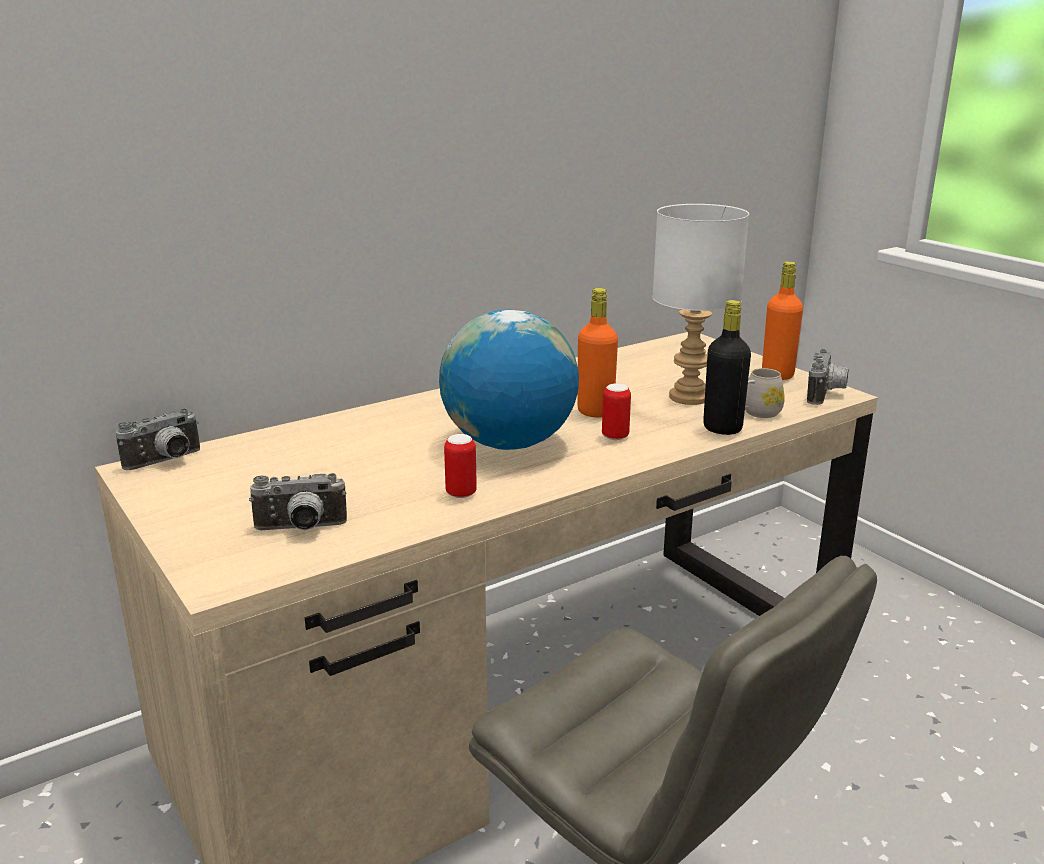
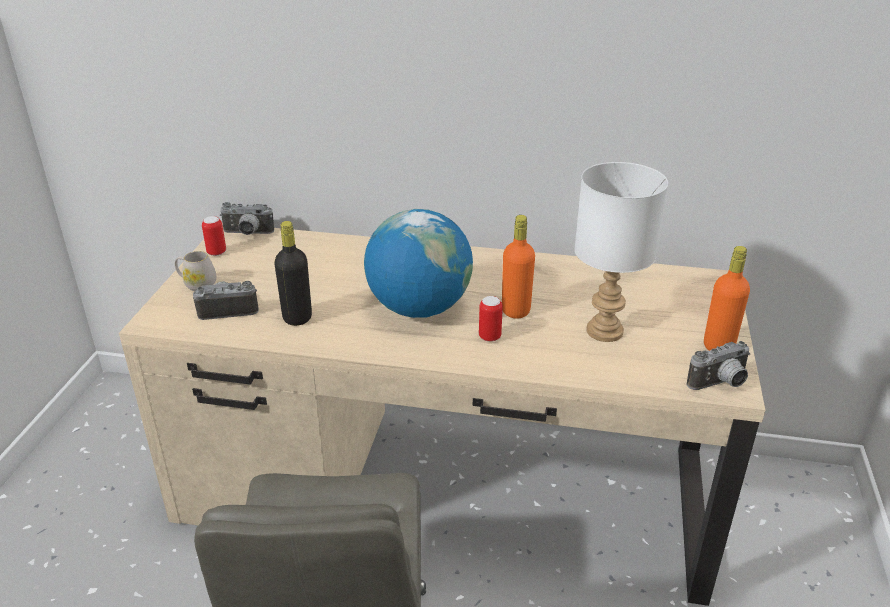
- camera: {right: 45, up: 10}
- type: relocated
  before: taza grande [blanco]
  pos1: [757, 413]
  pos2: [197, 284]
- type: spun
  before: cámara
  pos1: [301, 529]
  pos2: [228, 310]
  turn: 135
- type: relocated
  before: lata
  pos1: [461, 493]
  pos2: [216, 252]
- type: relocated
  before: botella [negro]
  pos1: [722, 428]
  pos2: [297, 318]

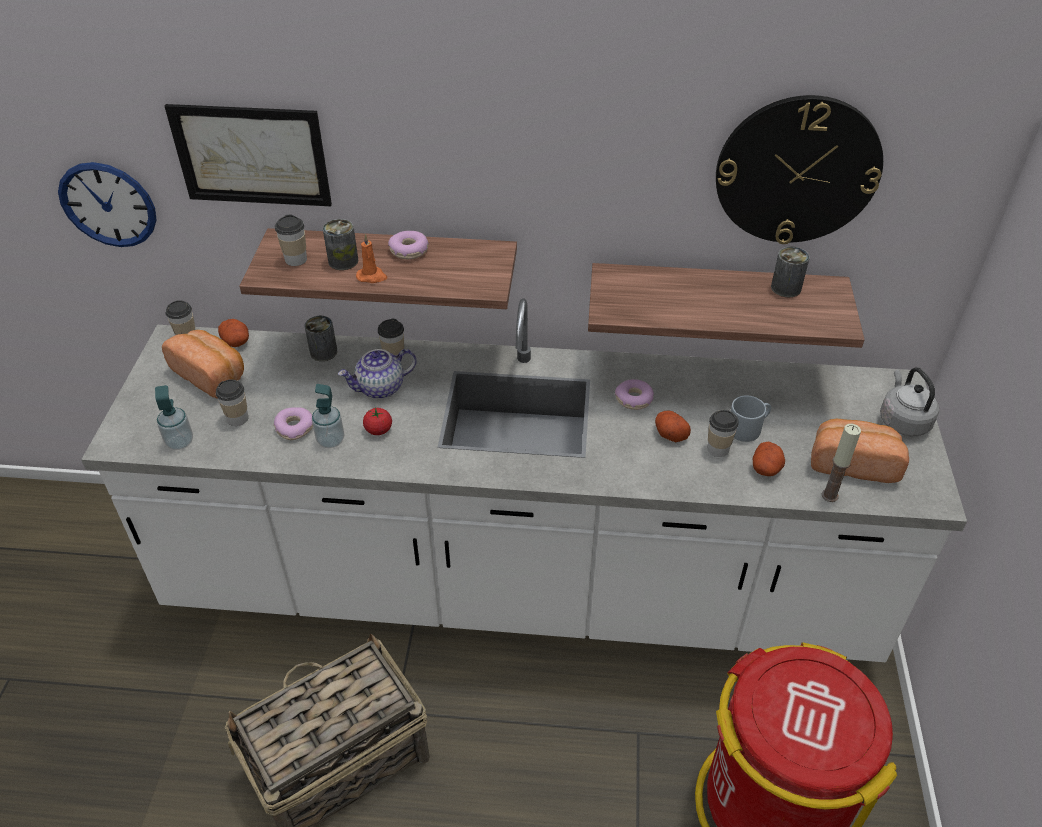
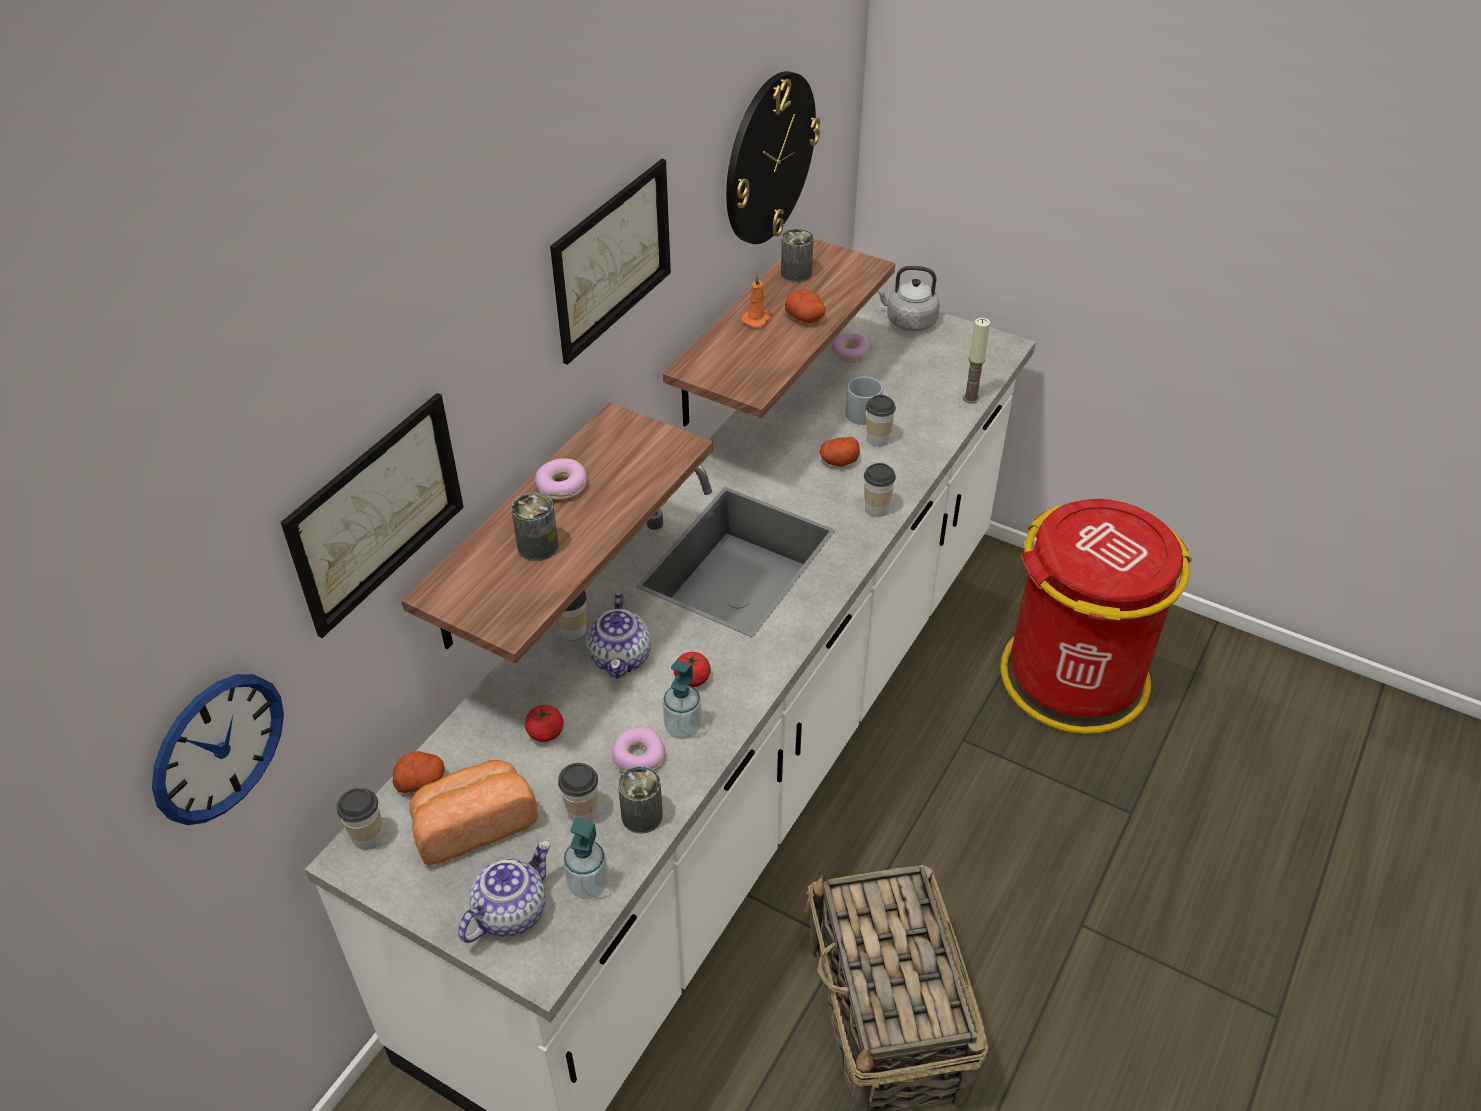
- camera: {right: -65, up: 0}
- type: appeared
  after: tetera
  pos2: [510, 911]
- type: appeared
  after: tomate
  pos2: [545, 733]
- type: appeared
  after: cuadro
  pos2: [612, 259]
- type: relocated
  before: lata
  pos1: [323, 352]
  pos2: [642, 816]
- type: relocated
  before: vela [naranja]
  pos1: [372, 276]
  pos2: [757, 319]
- type: relocated
  before: patata
  pos1: [766, 468]
  pos2: [806, 318]
- type: relocated
  before: rosquilla
  pos1: [634, 399]
  pos2: [850, 354]
- type: relocated
  before: taza
  pos1: [296, 259]
  pos2: [876, 508]
- type: missing
  before: pan
  pos1: [853, 462]

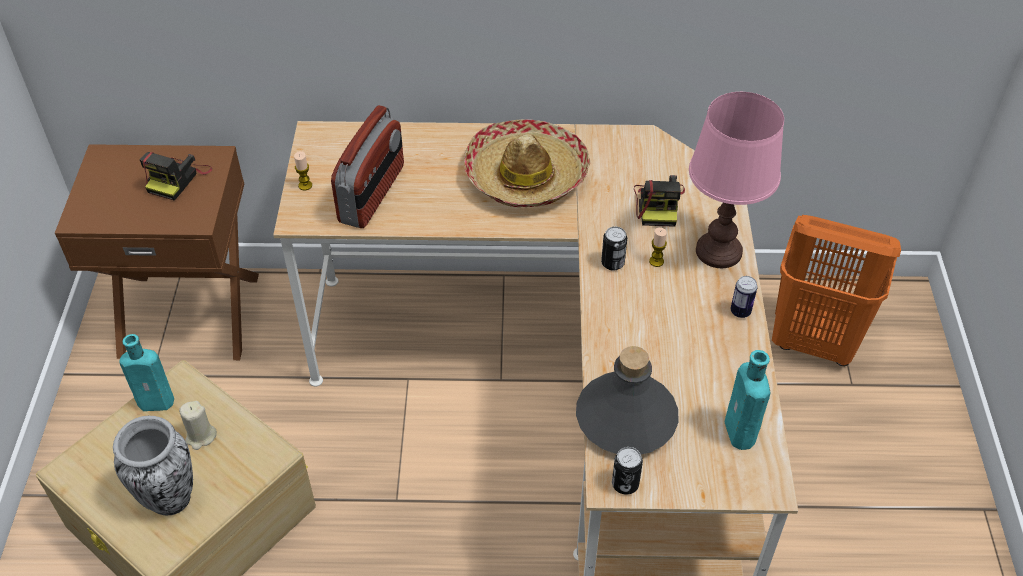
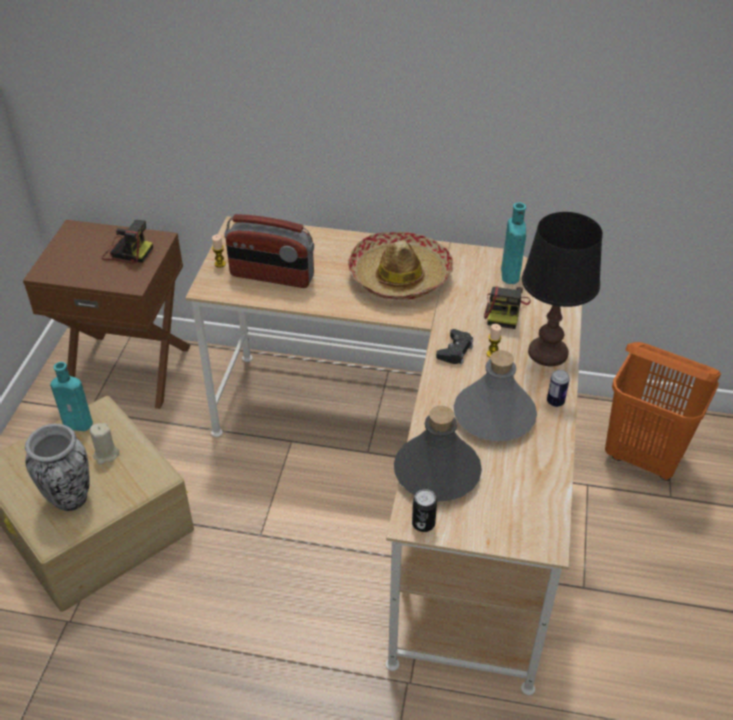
- camera: {right: 10, up: -5}
- type: spun
  before: cámara
  pos1: [178, 179]
  pos2: [127, 251]
  turn: -105
- type: spun
  before: radio
  pos1: [372, 194]
  pos2: [271, 276]
  turn: 75
- type: exchanged
  before: lata
  after: mando de consola [negro]
  pos1: [612, 263]
  pos2: [455, 351]
- type: appeared
  after: botella [gris]
  pos2: [494, 416]
- type: relocated
  before: botella [turquesa]
  pos1: [741, 434]
  pos2: [510, 276]
- type: colour
  before: lámpara de mesa [rosa]
  after: lámpara de mesa [negro]
  pos1: [719, 251]
  pos2: [548, 353]

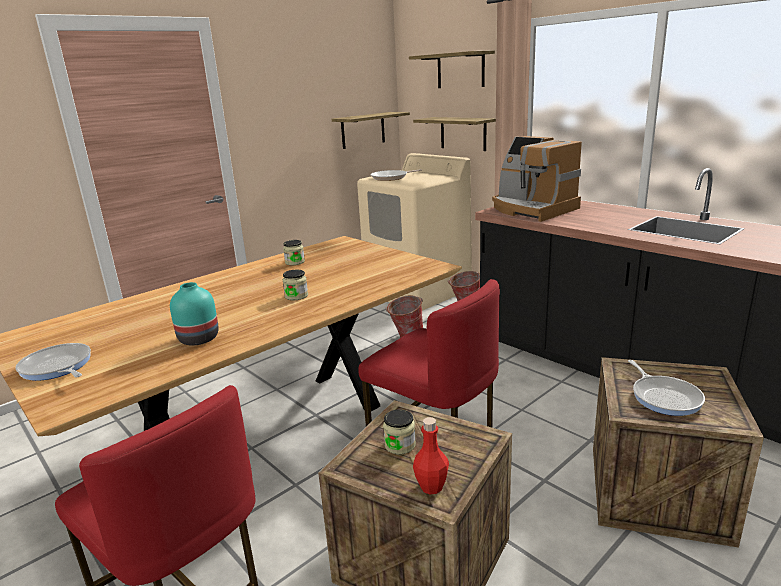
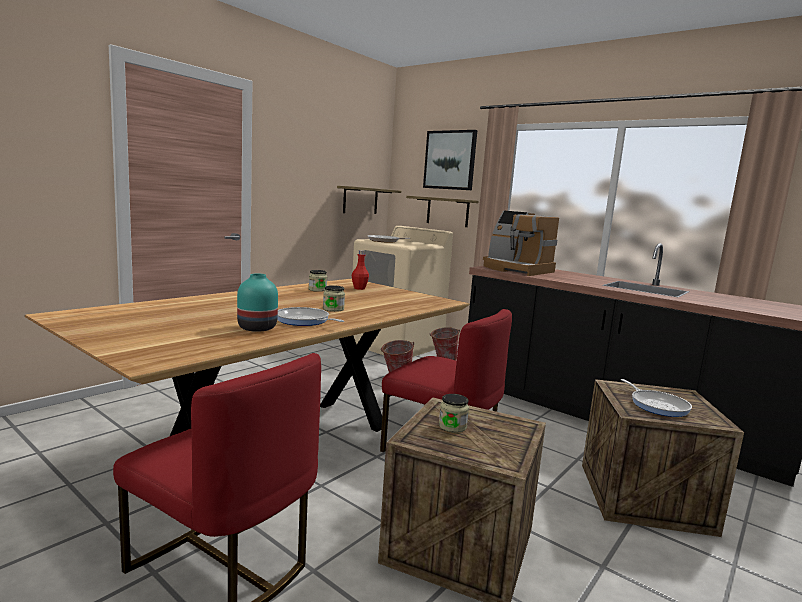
- camera: {right: -10, up: -10}
- type: relocated
  before: sartén
  pos1: [57, 367]
  pos2: [304, 321]
- type: relocated
  before: botella [rojo]
  pos1: [431, 486]
  pos2: [359, 288]
- type: exchanged
  before: estante
  after: cuadro
  pos1: [460, 70]
  pos2: [450, 160]

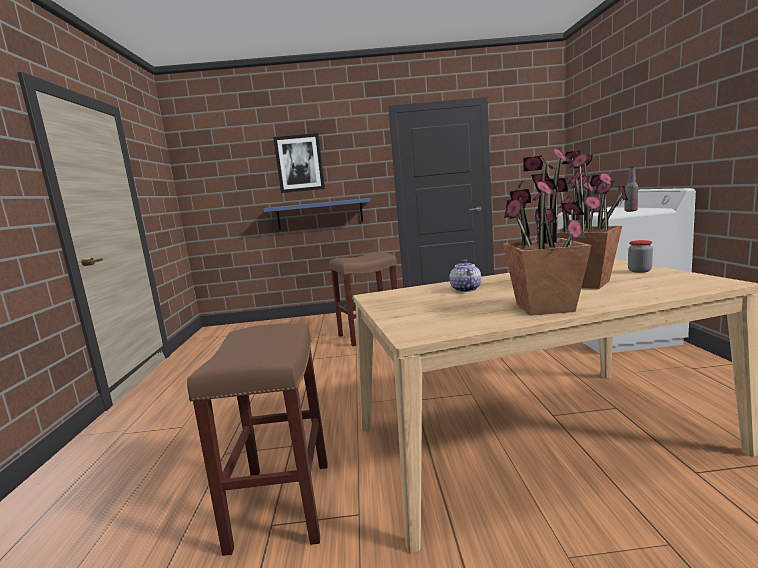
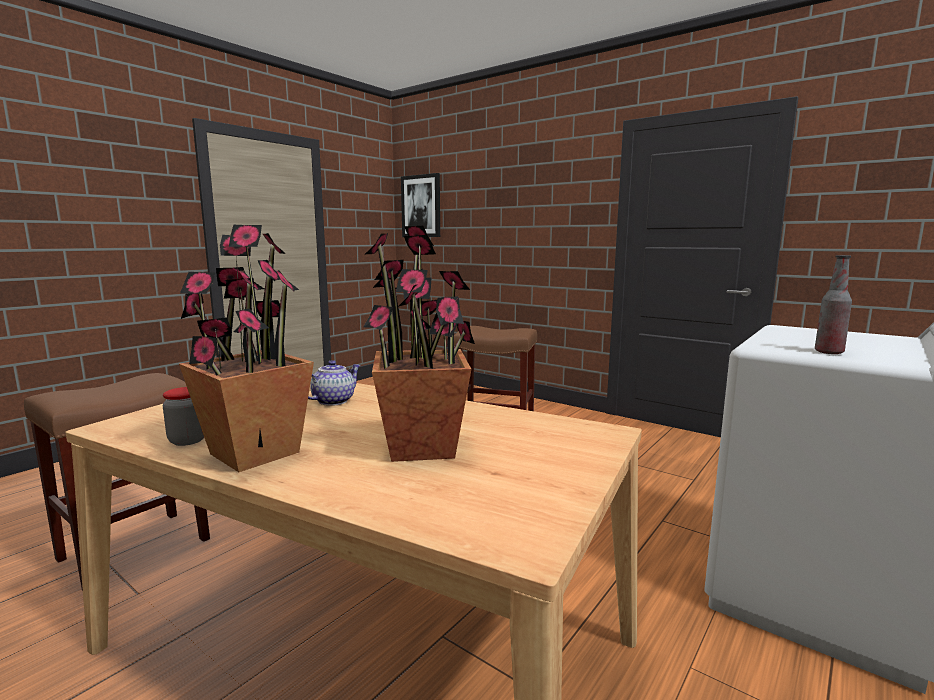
- camera: {right: 40, up: 0}
- type: relocated
  before: tarro
  pos1: [639, 271]
  pos2: [188, 440]
- type: relocated
  before: cuadro
  pos1: [299, 163]
  pos2: [421, 206]
- type: missing
  before: estante [azul]
  pos1: [320, 214]

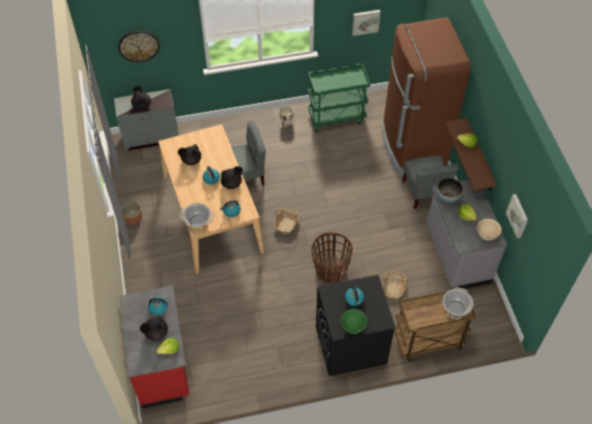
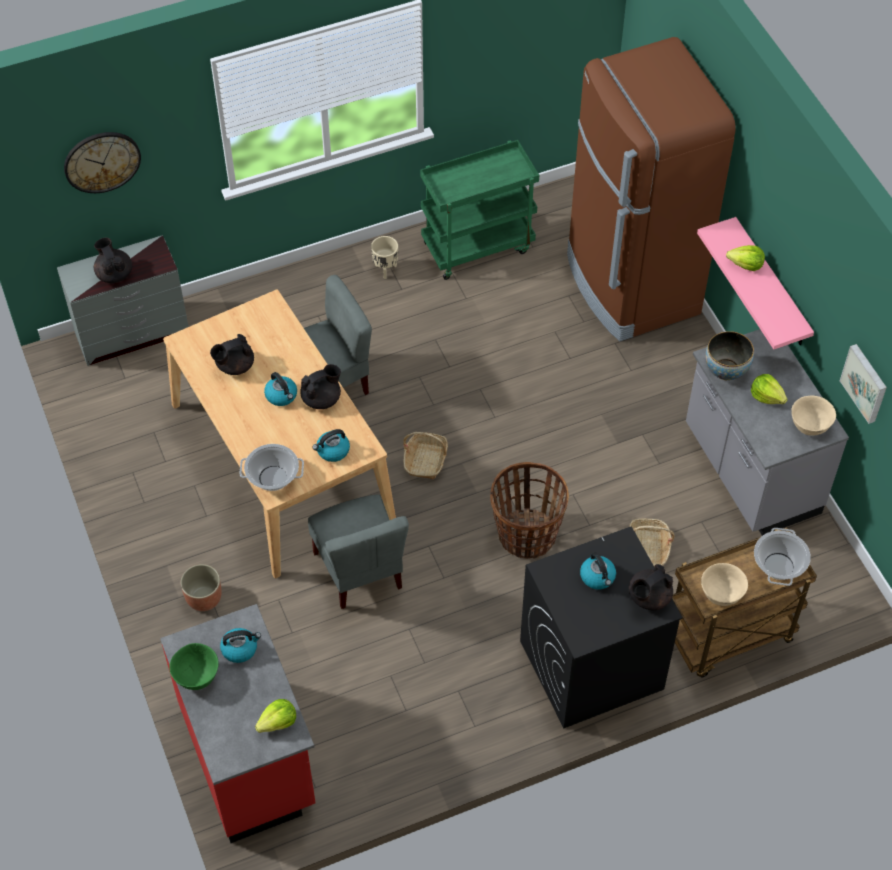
- camera: {right: -10, up: 0}
- type: relocated
  before: cuenco [verde]
  pos1: [353, 326]
  pos2: [197, 676]
- type: relocated
  before: maceta
  pos1: [133, 218]
  pos2: [203, 598]
- type: relocated
  before: silla [gris]
  pos1: [424, 192]
  pos2: [359, 570]
- type: relocated
  before: tetera [negro]
  pos1: [156, 333]
  pos2: [648, 597]
- type: colour
  before: estante [marrón]
  after: estante [rosa]
  pos1: [479, 156]
  pos2: [771, 284]
- type: appeared
  after: cuenco [beis]
  pos2: [721, 595]
- type: missing
  before: cuadro
  pos1: [365, 21]

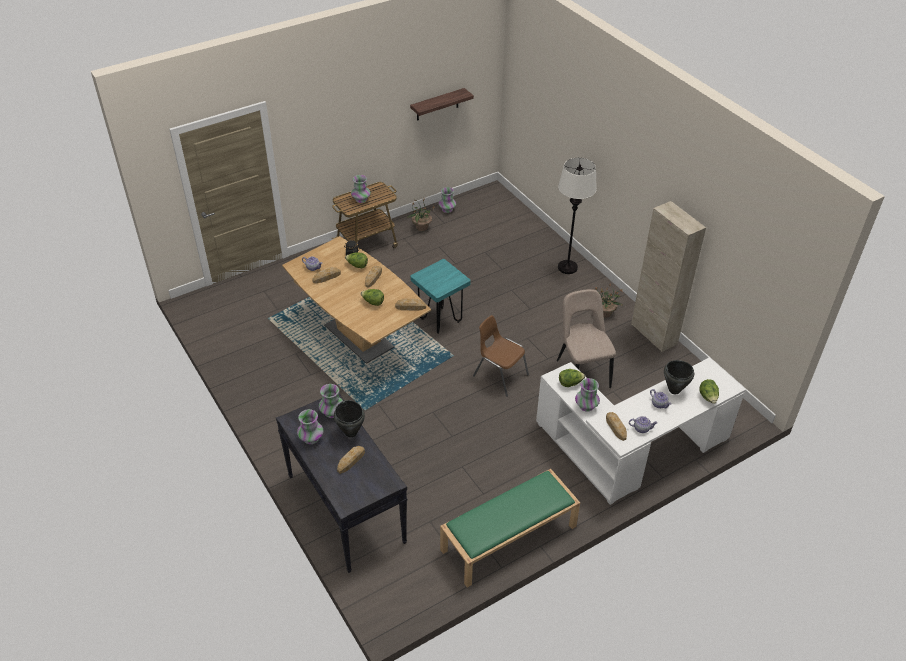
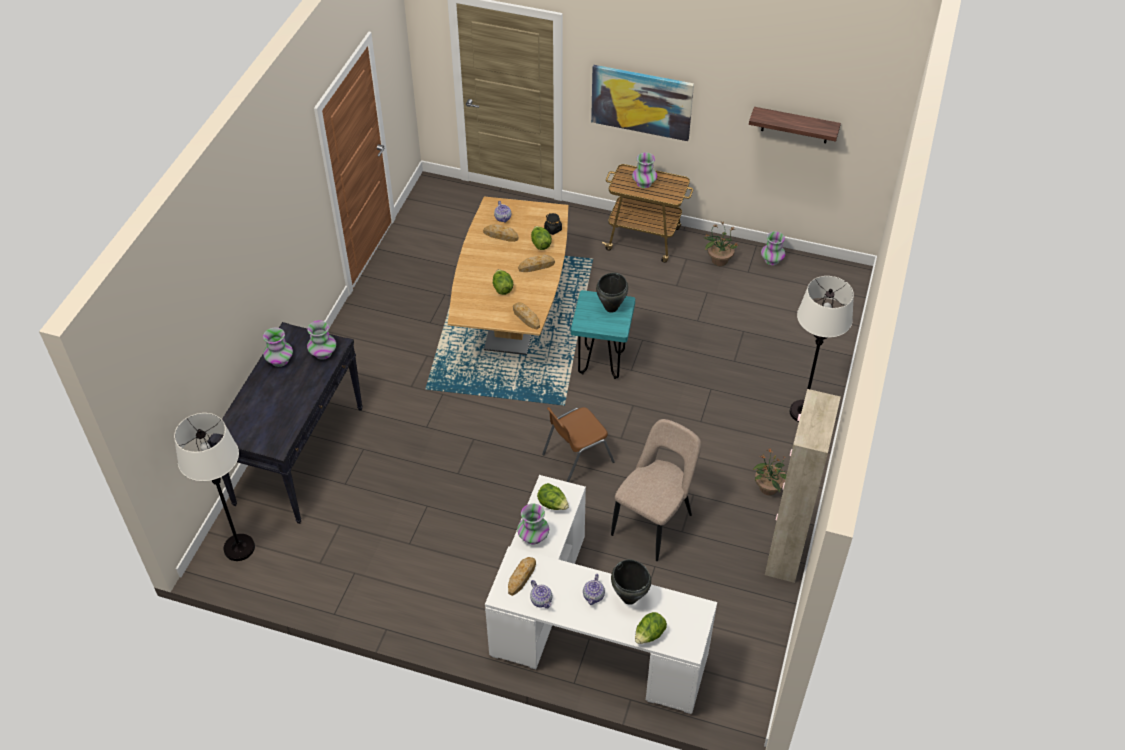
- camera: {right: 50, up: 5}
- type: appeared
  after: lámpara de pie [blanco]
  pos2: [239, 548]
- type: spun
  before: silla [marrón]
  pos1: [499, 375]
  pos2: [576, 458]
  turn: -120
- type: appeared
  after: cuadro
  pos2: [641, 102]
- type: relocated
  before: olla [negro]
  pos1: [351, 432]
  pos2: [611, 307]
- type: missing
  before: pan
  pos1: [351, 461]
- type: missing
  before: banco [verde]
  pos1: [508, 539]

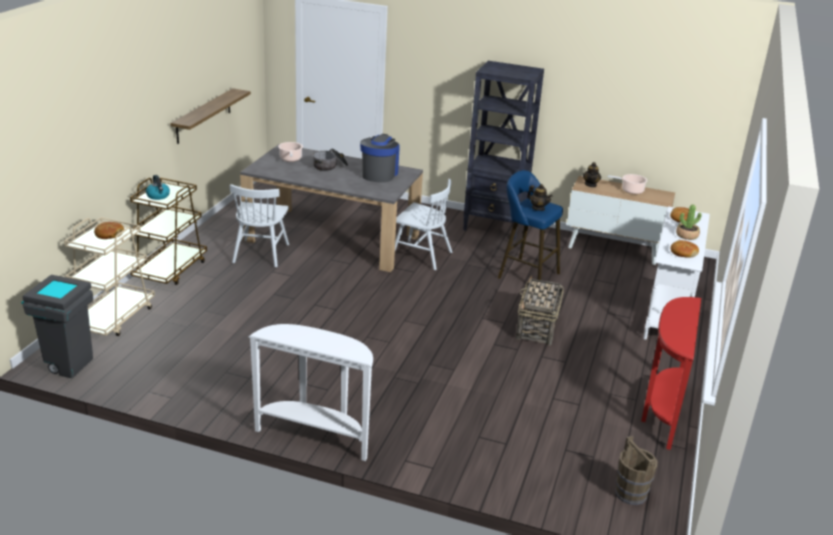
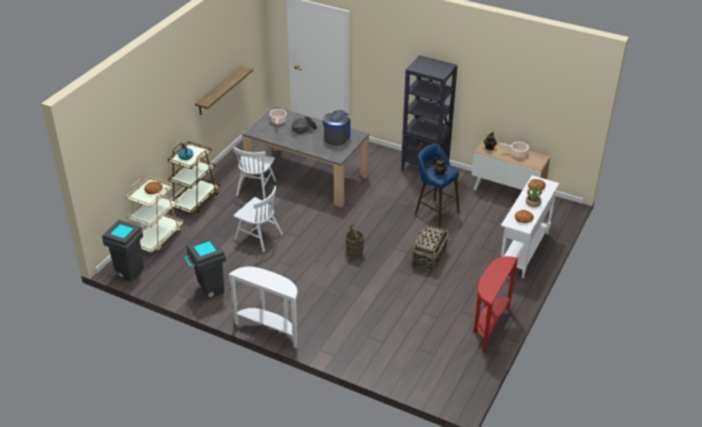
- camera: {right: 10, up: 10}
- type: appeared
  after: papelera [gris]
  pos2: [209, 290]
- type: relocated
  before: silla [blanco]
  pos1: [421, 255]
  pos2: [258, 236]
- type: relocated
  before: cubo [marrón]
  pos1: [630, 493]
  pos2: [354, 253]

